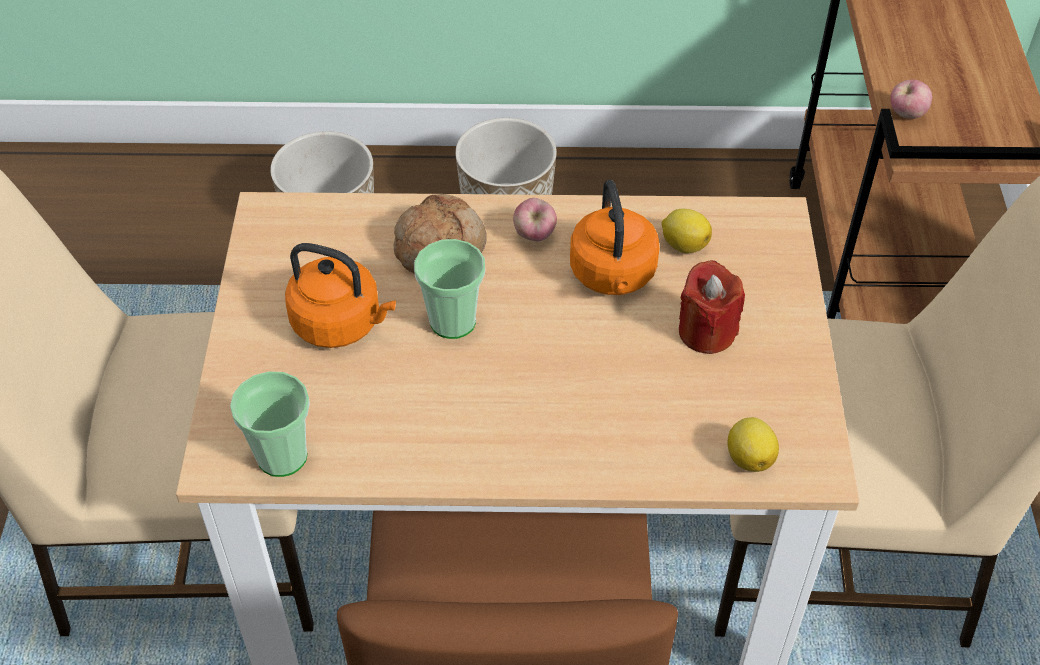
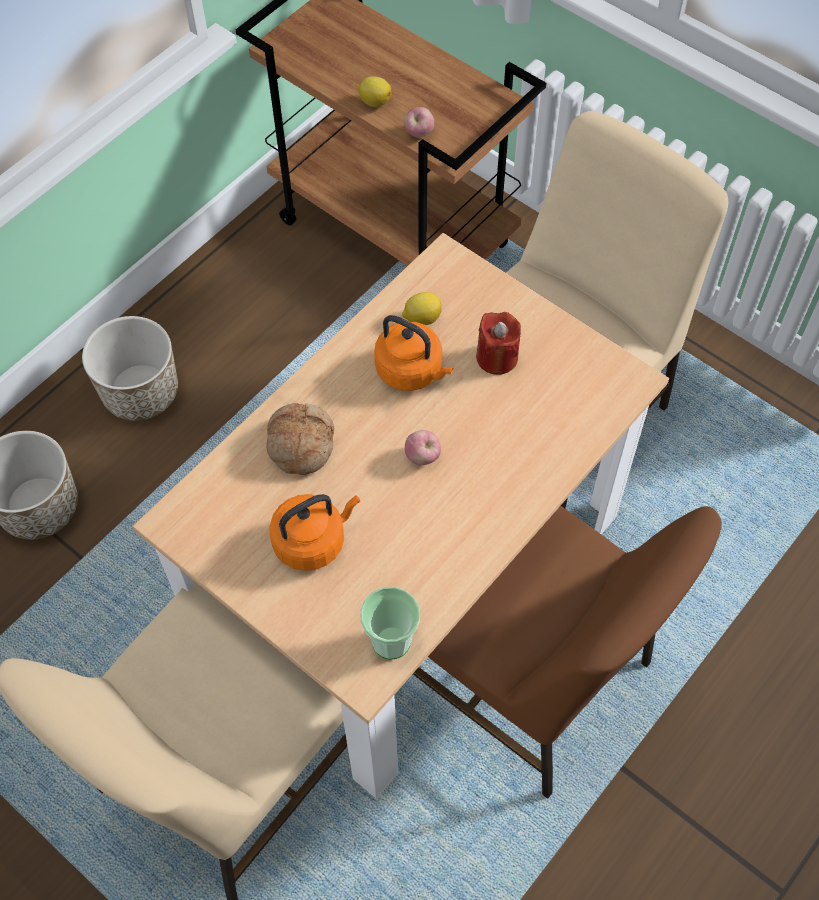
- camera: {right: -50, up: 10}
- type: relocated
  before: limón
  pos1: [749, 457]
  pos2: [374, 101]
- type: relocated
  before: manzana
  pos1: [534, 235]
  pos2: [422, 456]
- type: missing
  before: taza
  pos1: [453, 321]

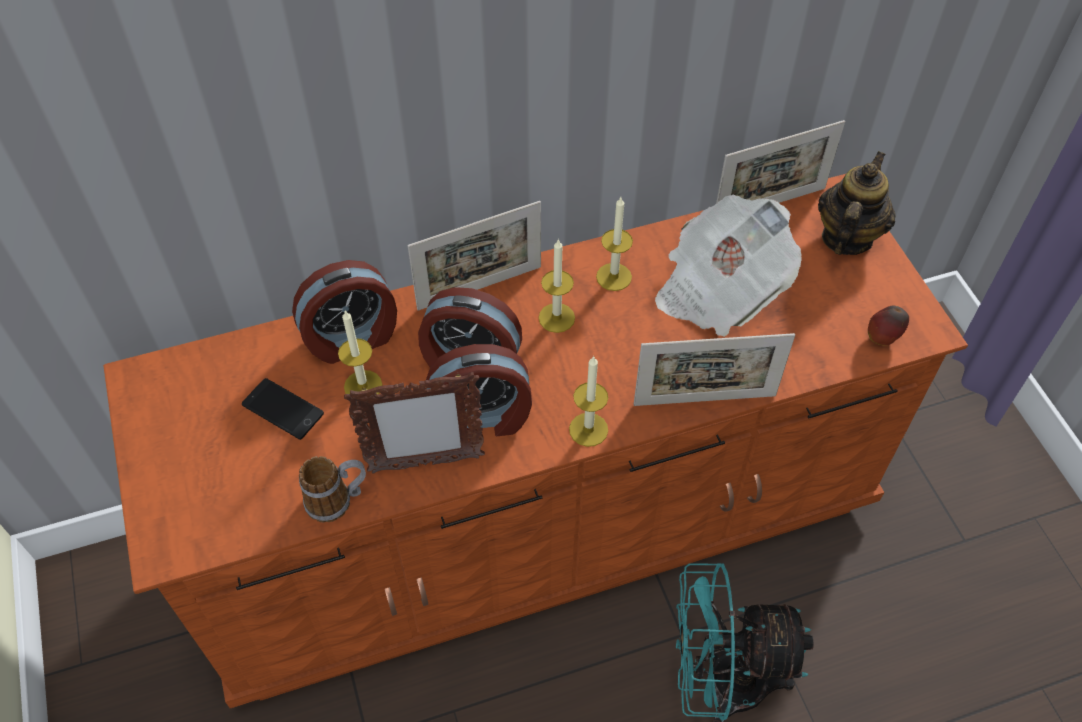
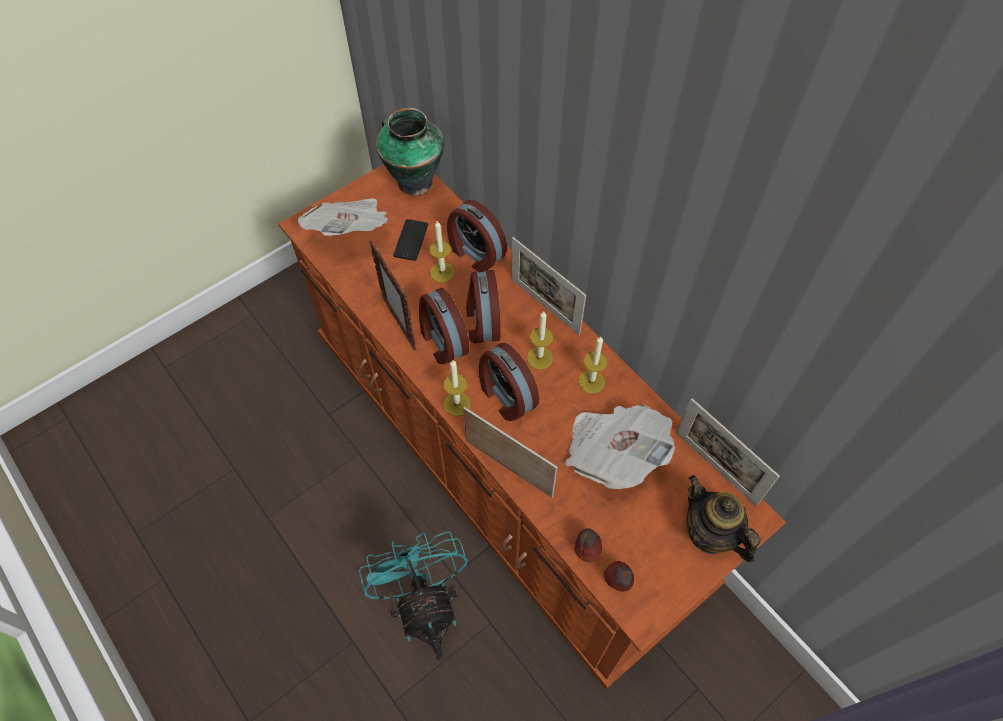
- camera: {right: 70, up: 5}
- type: appeared
  after: periódico
  pos2: [350, 231]
- type: appeared
  after: florero
  pos2: [414, 180]
- type: spun
  before: portarretratos
  pos1: [704, 400]
  pos2: [508, 468]
  turn: 150
- type: appeared
  after: despertador
  pos2: [506, 396]
- type: appeared
  after: manzana
  pos2: [586, 550]
- type: spun
  before: tetera
  pos1: [846, 237]
  pos2: [709, 533]
  turn: -135
- type: missing
  before: taza grande
  pos1: [338, 500]

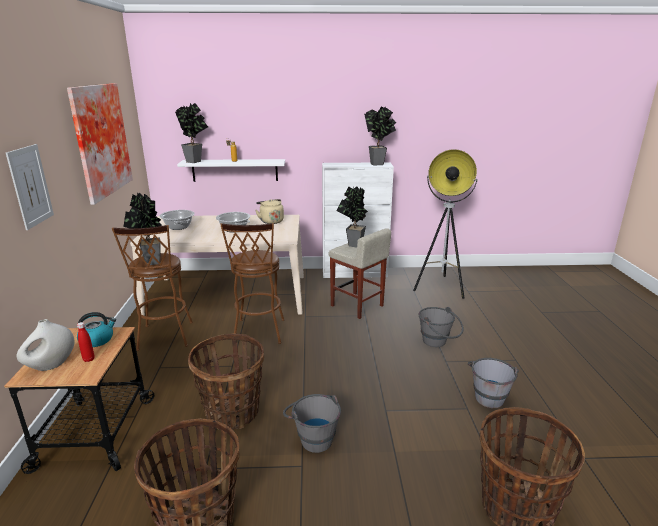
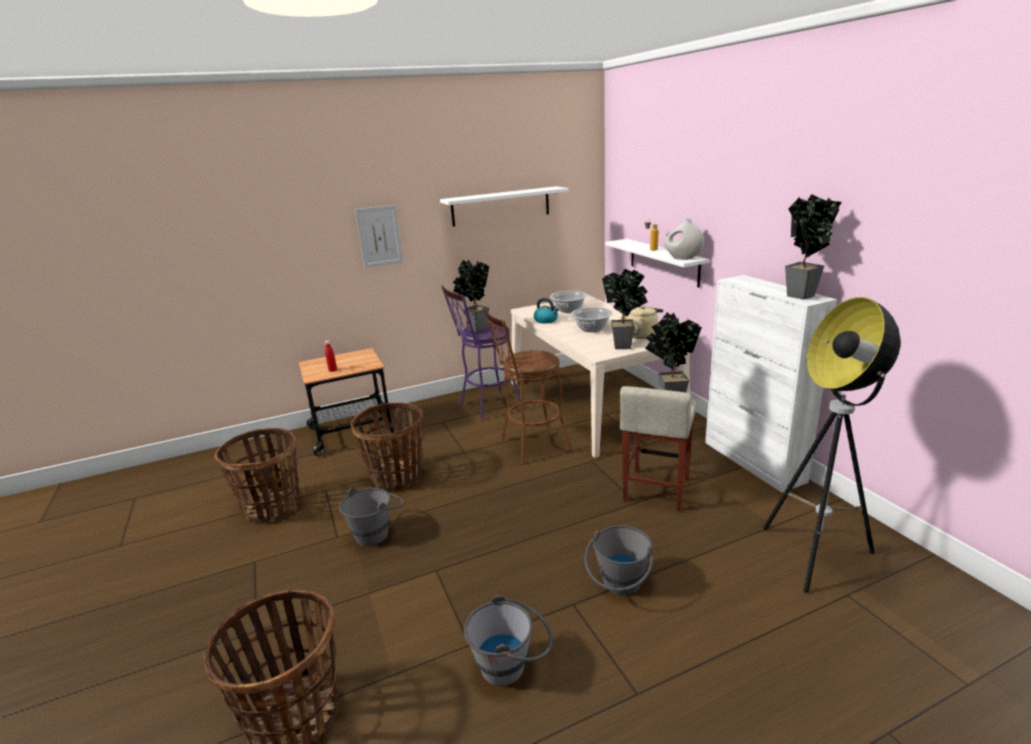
- camera: {right: 70, up: 0}
- type: exchanged
  before: cuadro
  after: estante [blanco]
  pos1: [98, 140]
  pos2: [501, 206]
- type: colour
  before: taburete [marrón]
  after: taburete [morado]
  pos1: [164, 338]
  pos2: [486, 407]
- type: relocated
  before: hervidor
  pos1: [97, 340]
  pos2: [546, 320]
- type: relocated
  before: planta en maceta
  pos1: [196, 161]
  pos2: [625, 347]
- type: relocated
  before: florero [blanco]
  pos1: [51, 366]
  pos2: [683, 258]

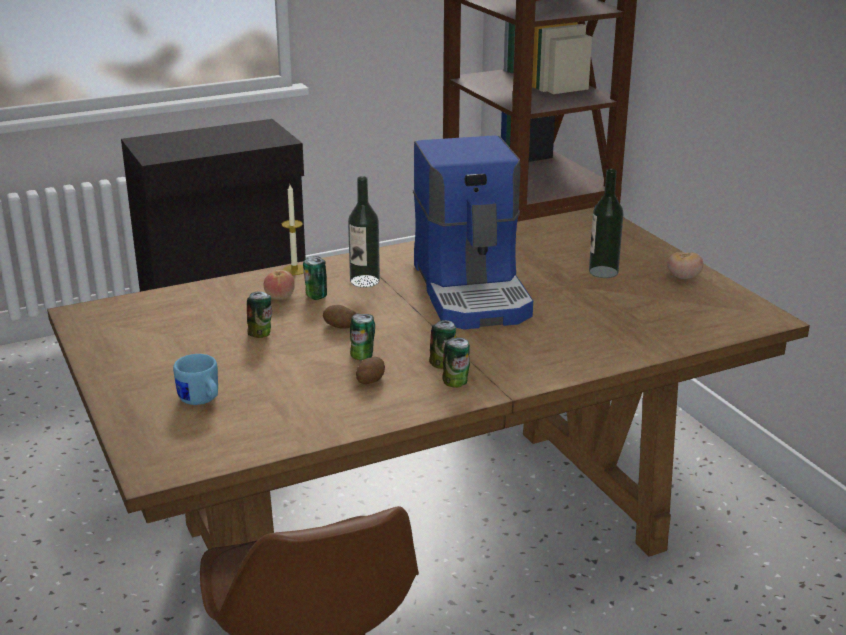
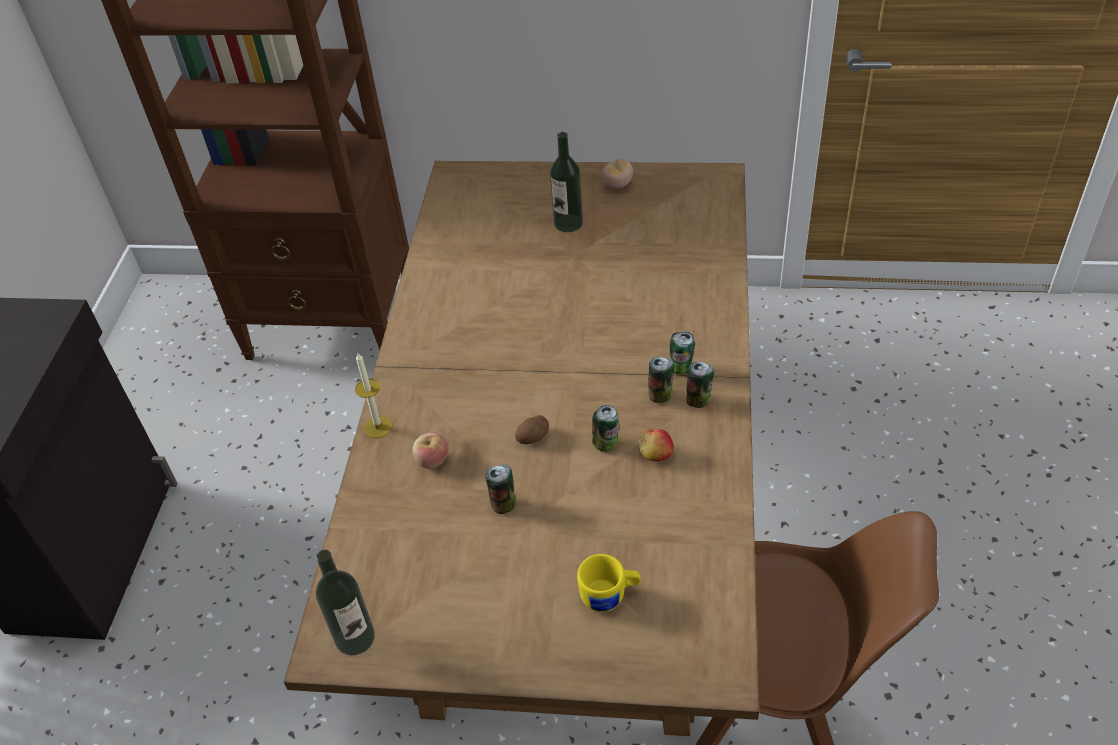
- camera: {right: -55, up: 20}
- type: relocated
  before: botella
  pos1: [364, 281]
  pos2: [355, 638]
- type: colour
  before: taza grande [azul]
  after: taza grande [amarillo]
  pos1: [201, 401]
  pos2: [610, 596]
- type: exchanged
  before: patata
  after: manzana
  pos1: [371, 380]
  pos2: [655, 454]
- type: relocated
  before: lata
  pos1: [316, 296]
  pos2: [681, 368]
- type: missing
  before: cafetera
  pos1: [473, 291]

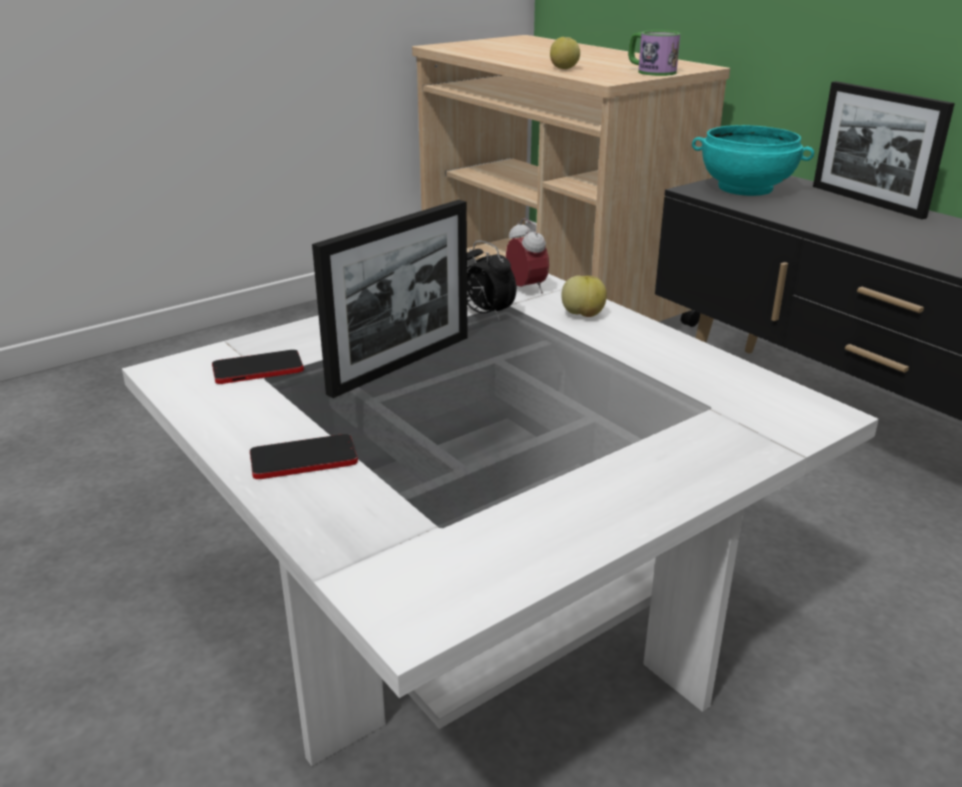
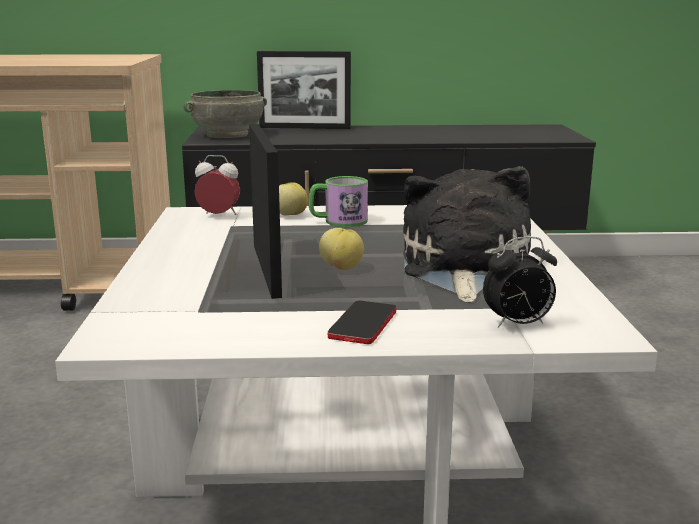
- camera: {right: -55, up: -10}
- type: colour
  before: cuenco [turquesa]
  after: cuenco [gris]
  pos1: [745, 188]
  pos2: [228, 135]
- type: relocated
  before: taza grande
  pos1: [650, 71]
  pos2: [338, 221]
- type: relocated
  before: manzana
  pos1: [564, 68]
  pos2: [342, 268]
- type: appeared
  after: peluche
  pos2: [462, 269]
- type: relocated
  before: despertador
  pos1: [486, 314]
  pos2: [517, 324]
- type: missing
  before: móvil
  pos1: [258, 369]

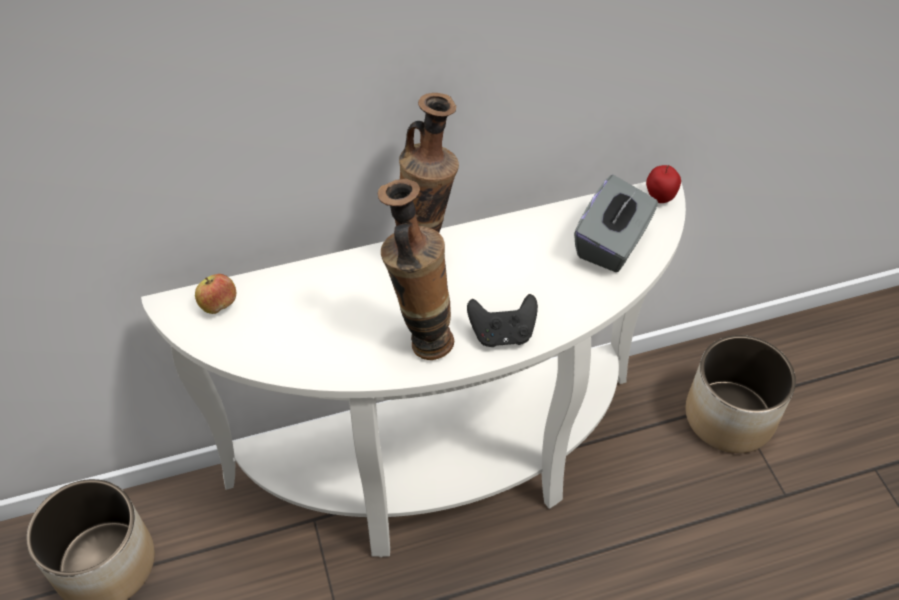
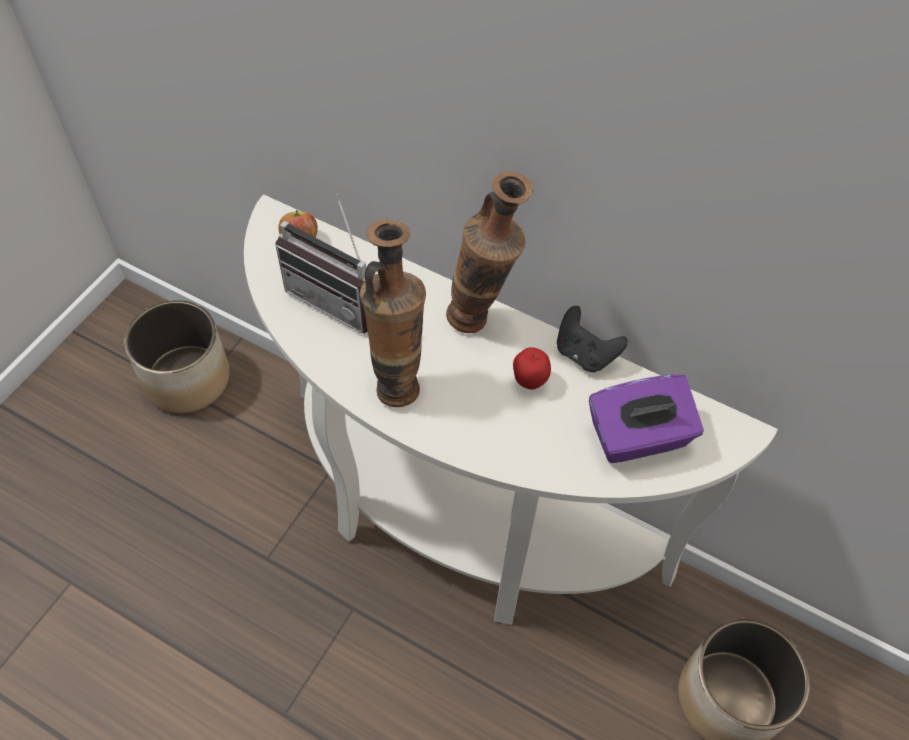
- camera: {right: 45, up: 5}
- type: appeared
  after: radio
  pos2: [340, 298]
- type: relocated
  before: manzana
  pos1: [659, 198]
  pos2: [529, 381]
- type: relocated
  before: mando de consola [negro]
  pos1: [502, 334]
  pos2: [584, 354]
- type: colour
  before: caja de pañuelos [gris]
  after: caja de pañuelos [morado]
  pos1: [612, 243]
  pos2: [638, 437]

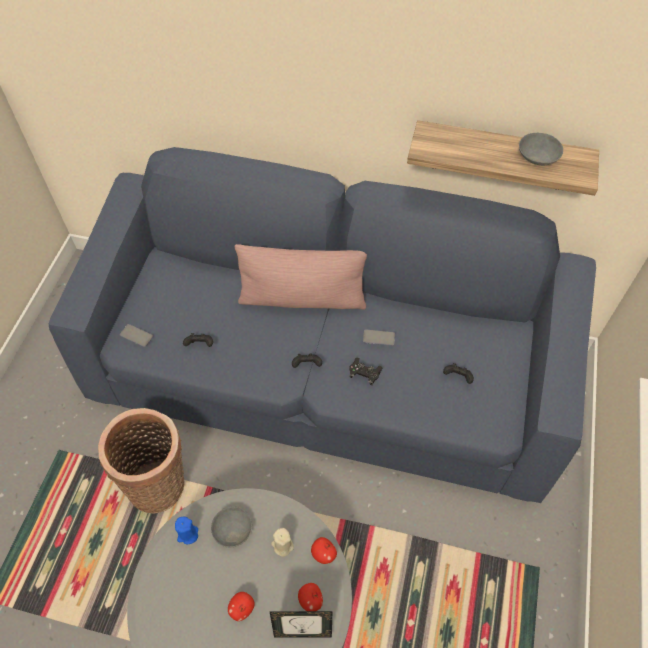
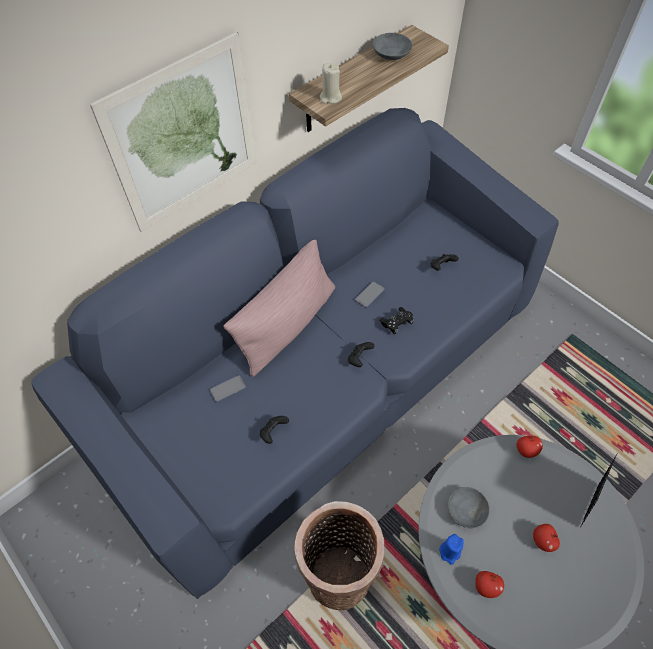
- camera: {right: -55, up: 0}
- type: appeared
  after: cuadro
  pos2: [185, 137]
- type: relocated
  before: móvil
  pos1: [136, 336]
  pos2: [228, 389]
- type: relocated
  before: vela [beis]
  pos1: [282, 545]
  pos2: [330, 98]
- type: relocated
  before: manzana
  pos1: [310, 600]
  pos2: [486, 586]

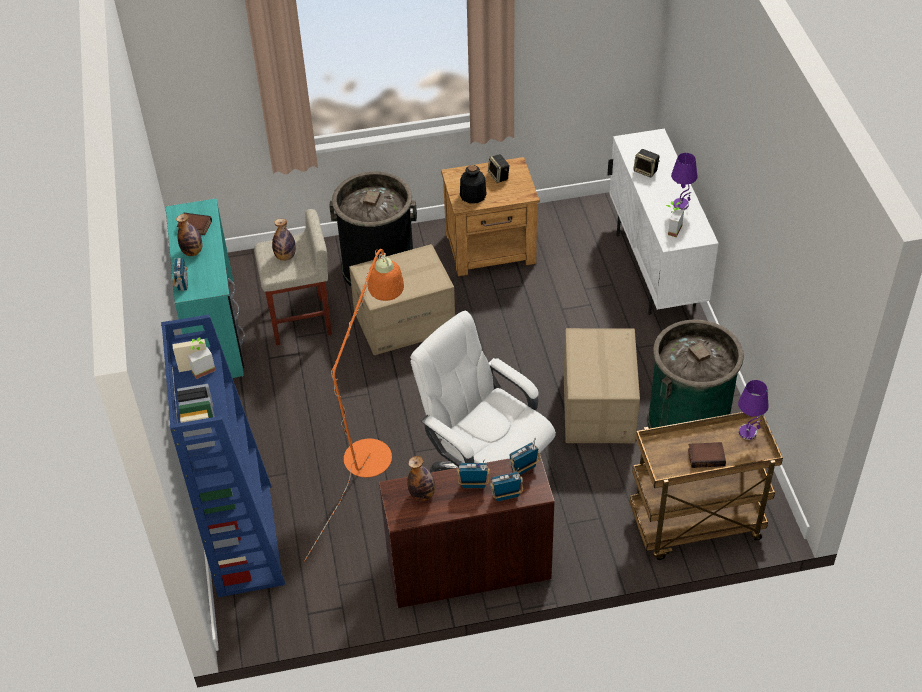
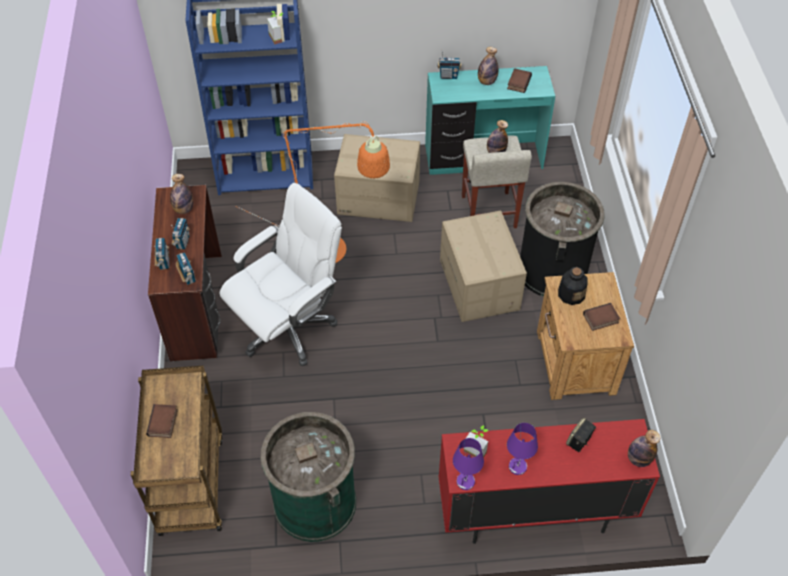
- camera: {right: 95, up: 5}
- type: relocated
  before: caja de cartón
  pos1: [599, 408]
  pos2: [378, 198]
- type: colour
  before: armario [blanco]
  after: armario [rojo]
  pos1: [655, 270]
  pos2: [533, 513]
- type: relocated
  before: lámpara de mesa [morado]
  pos1: [748, 432]
  pos2: [465, 482]
- type: exchanged
  before: altavoz
  after: libro
  pos1: [499, 176]
  pos2: [600, 319]
- type: appeared
  after: botella
  pos2: [638, 459]

